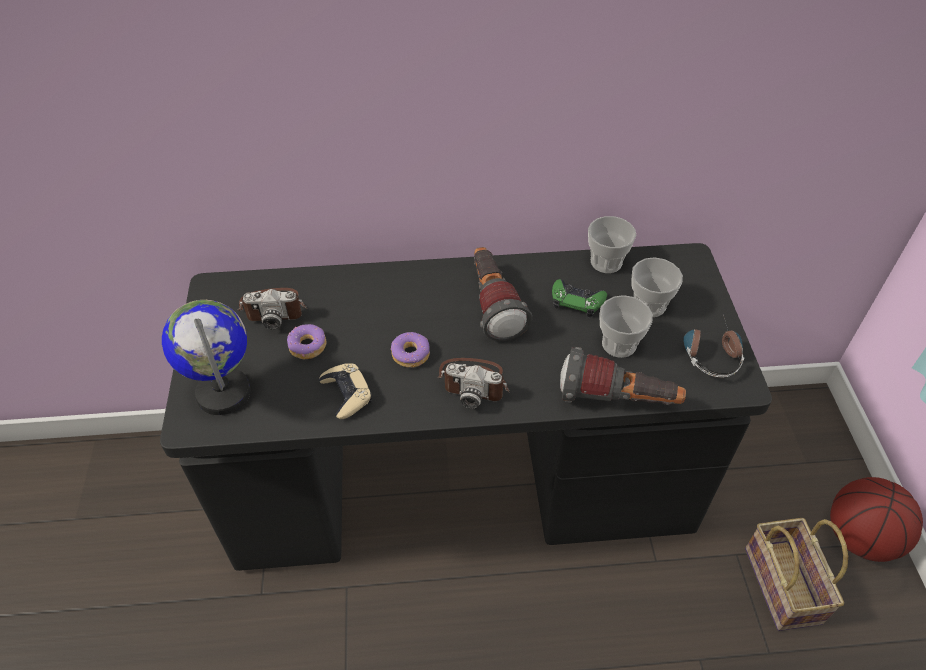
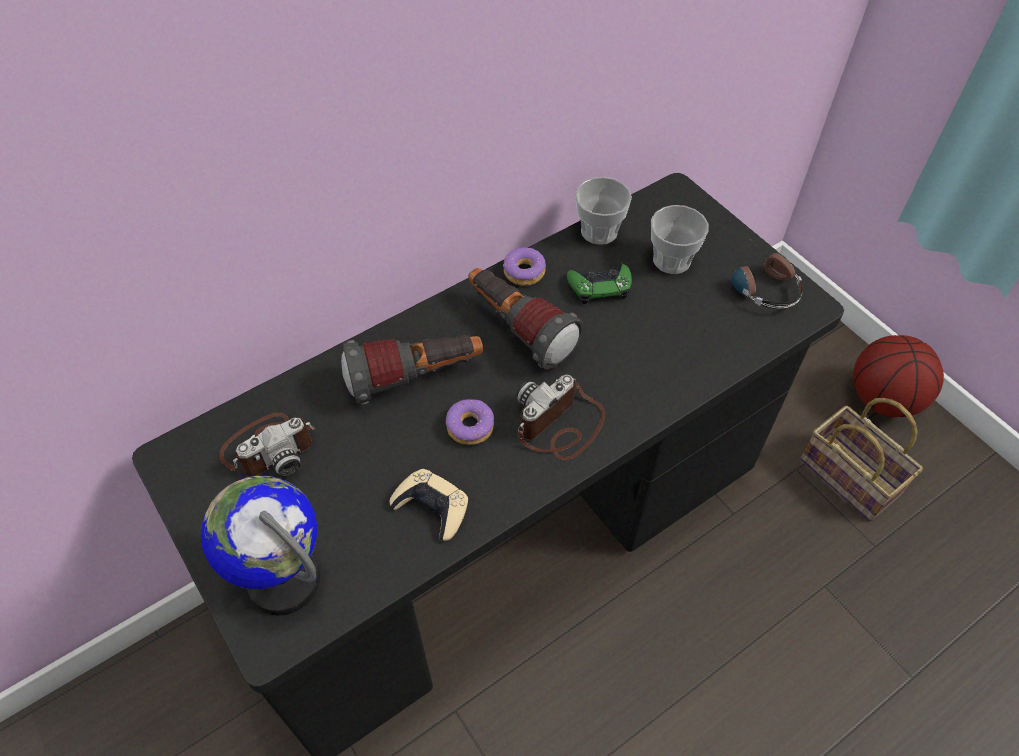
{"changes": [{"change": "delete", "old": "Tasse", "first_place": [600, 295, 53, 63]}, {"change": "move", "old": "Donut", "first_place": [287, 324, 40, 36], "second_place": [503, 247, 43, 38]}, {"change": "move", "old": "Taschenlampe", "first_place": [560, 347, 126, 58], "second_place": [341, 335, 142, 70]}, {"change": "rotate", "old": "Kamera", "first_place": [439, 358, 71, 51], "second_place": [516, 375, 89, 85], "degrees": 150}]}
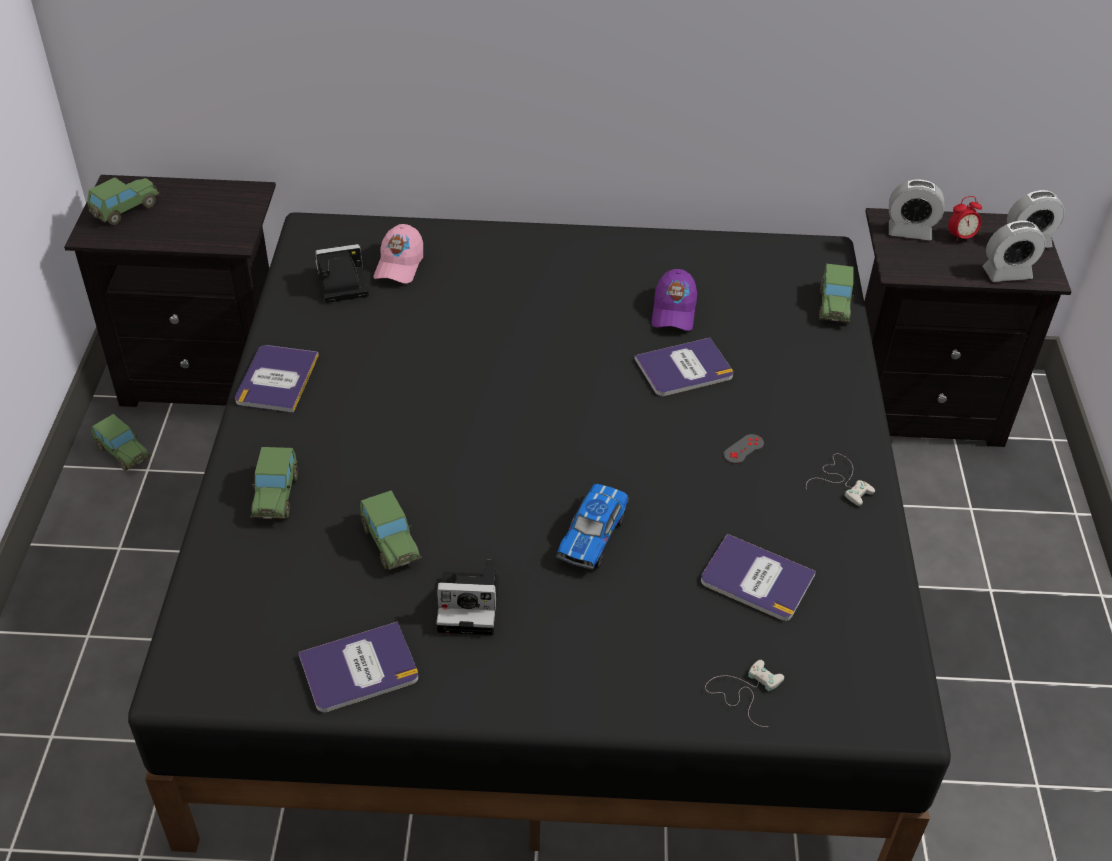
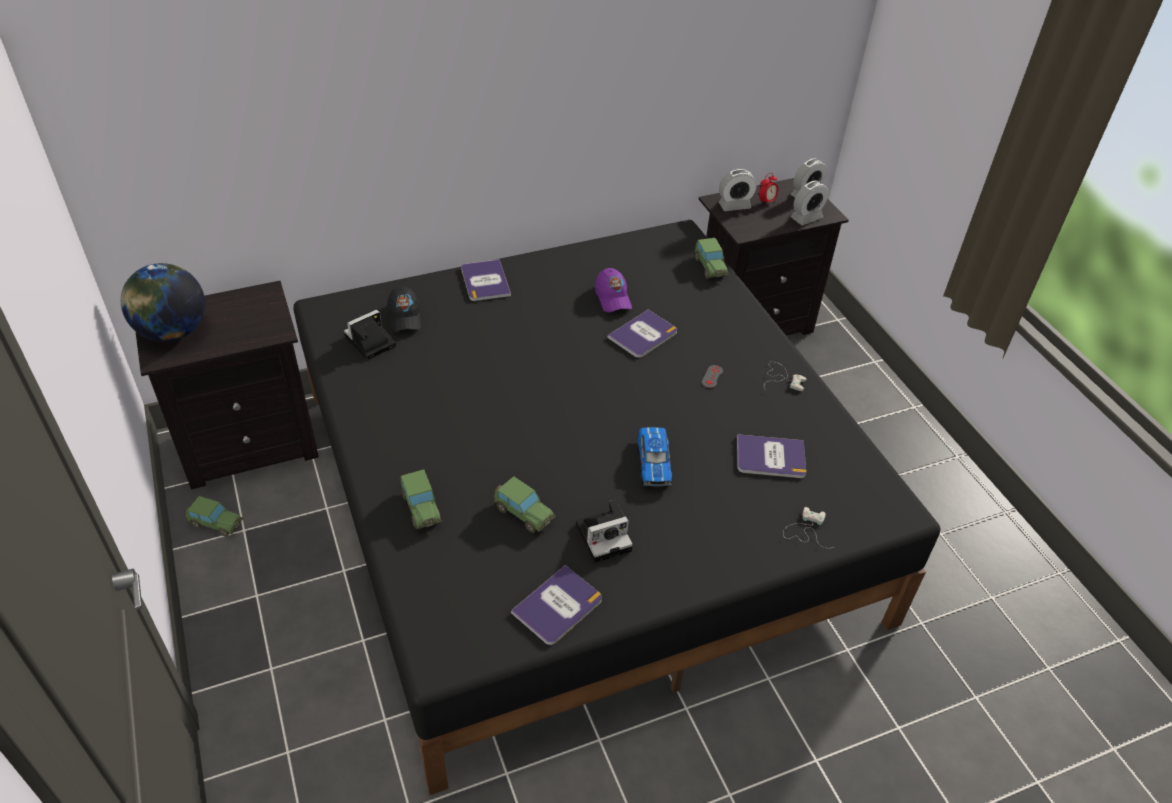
{"changes": [{"change": "move", "old": "Buch", "first_place": [235, 345, 84, 68], "second_place": [461, 259, 50, 42]}, {"change": "replace", "old": "Spielzeugauto", "new": "Globus", "first_place": [87, 177, 72, 48], "second_place": [121, 263, 84, 78]}, {"change": "recolor", "old": "Kappe/rosa", "new": "Kappe/schwarz", "first_place": [373, 224, 50, 60], "second_place": [387, 286, 34, 46]}]}
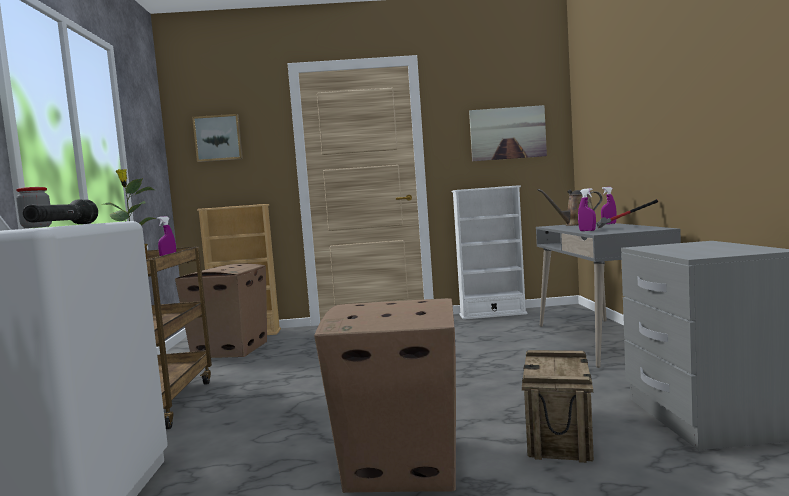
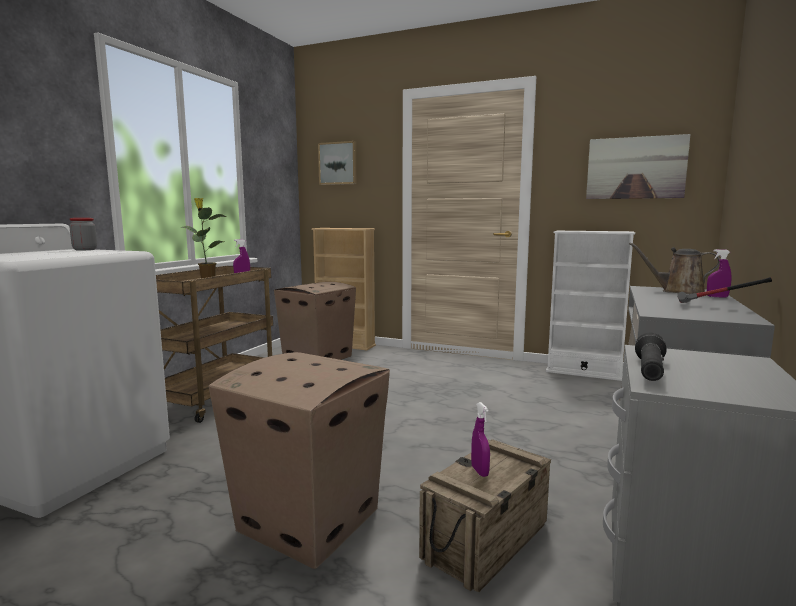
{"changes": [{"change": "move", "old": "Taschenlampe/schwarz", "first_place": [23, 199, 75, 25], "second_place": [635, 333, 32, 48]}, {"change": "move", "old": "Sprühflasche/lila", "first_place": [578, 188, 18, 43], "second_place": [471, 402, 19, 75]}]}
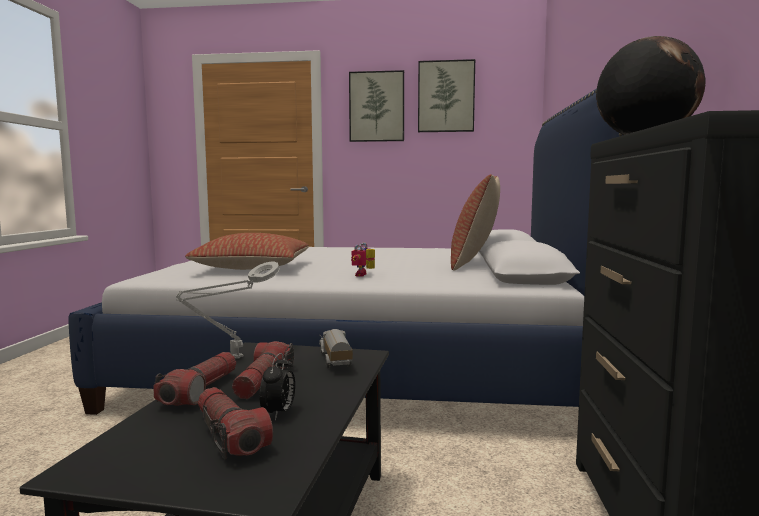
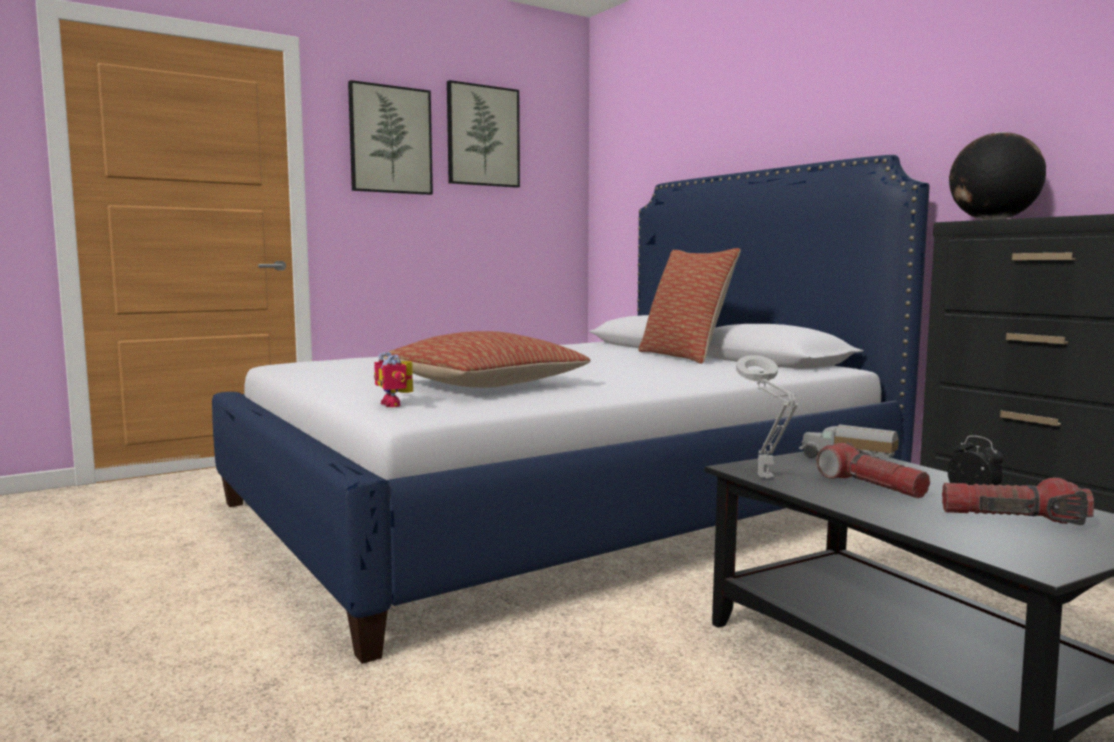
{"changes": [{"change": "delete", "old": "Taschenlampe", "first_place": [153, 352, 83, 54]}, {"change": "move", "old": "Spielzeugroboter", "first_place": [351, 242, 24, 35], "second_place": [374, 352, 39, 55]}]}
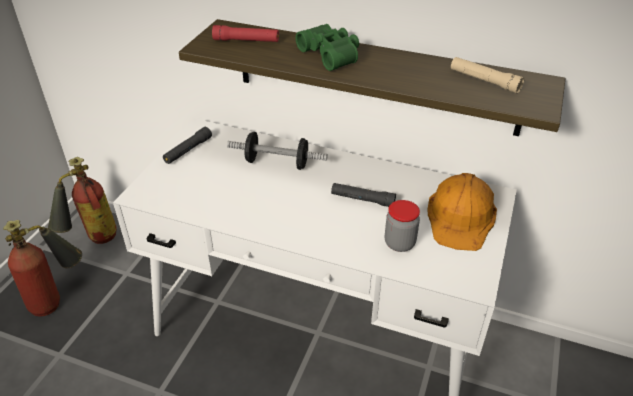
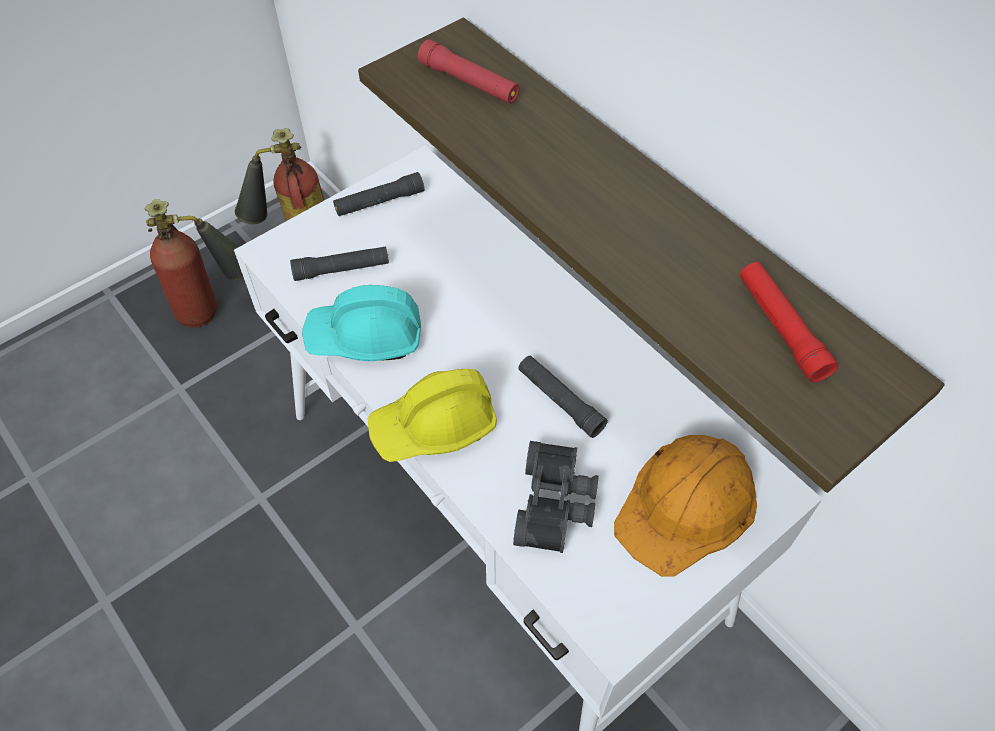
{"changes": [{"change": "delete", "old": "Hantel", "first_place": [227, 132, 101, 38]}, {"change": "delete", "old": "Fernglas/grün", "first_place": [295, 24, 64, 47]}, {"change": "insert", "new": "Taschenlampe/schwarz", "second_place": [290, 247, 99, 34]}, {"change": "insert", "new": "Schutzhelm/türkis", "second_place": [302, 285, 119, 76]}, {"change": "insert", "new": "Schutzhelm/gelb", "second_place": [368, 369, 129, 93]}, {"change": "replace", "old": "Vorratsglas", "new": "Fernglas/schwarz", "first_place": [385, 200, 35, 52], "second_place": [513, 441, 86, 112]}, {"change": "recolor", "old": "Taschenlampe/beige", "new": "Taschenlampe/rot", "first_place": [451, 57, 73, 36], "second_place": [740, 262, 98, 121]}]}
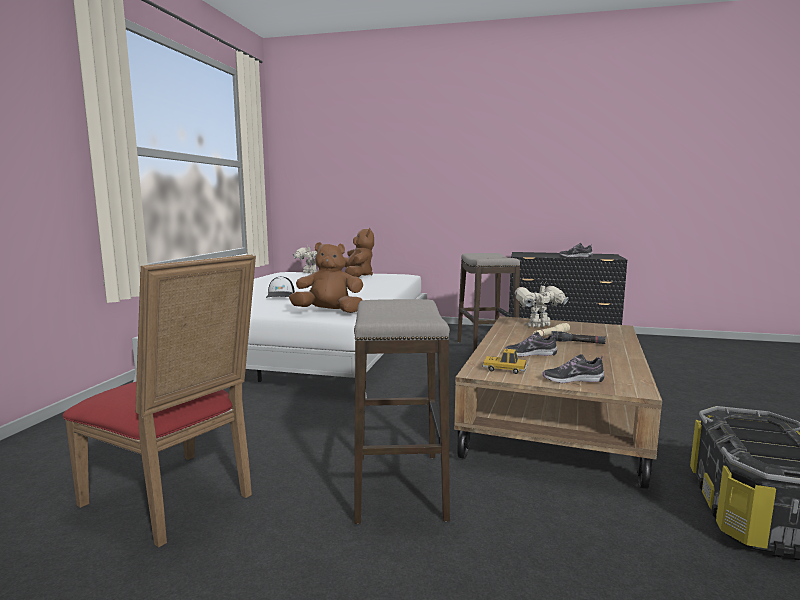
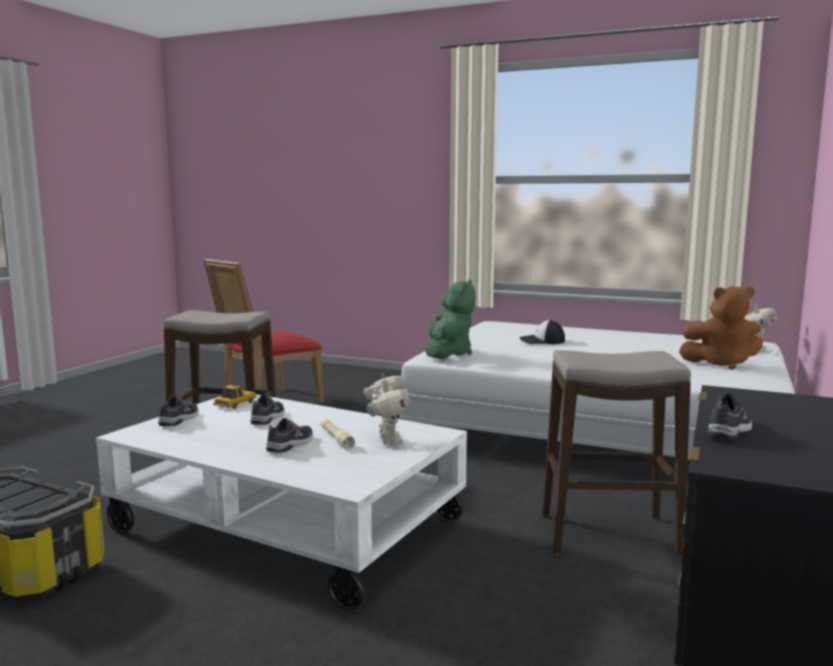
{"changes": [{"change": "replace", "old": "Taschenlampe/schwarz", "new": "Schuh", "first_place": [551, 331, 55, 13], "second_place": [266, 418, 47, 35]}, {"change": "recolor", "old": "Plüschtier/braun", "new": "Plüschtier/grün", "first_place": [289, 242, 74, 71], "second_place": [424, 279, 51, 80]}, {"change": "recolor", "old": "Couchtisch/braun", "new": "Couchtisch/weiß", "first_place": [454, 316, 208, 173], "second_place": [96, 394, 371, 216]}]}
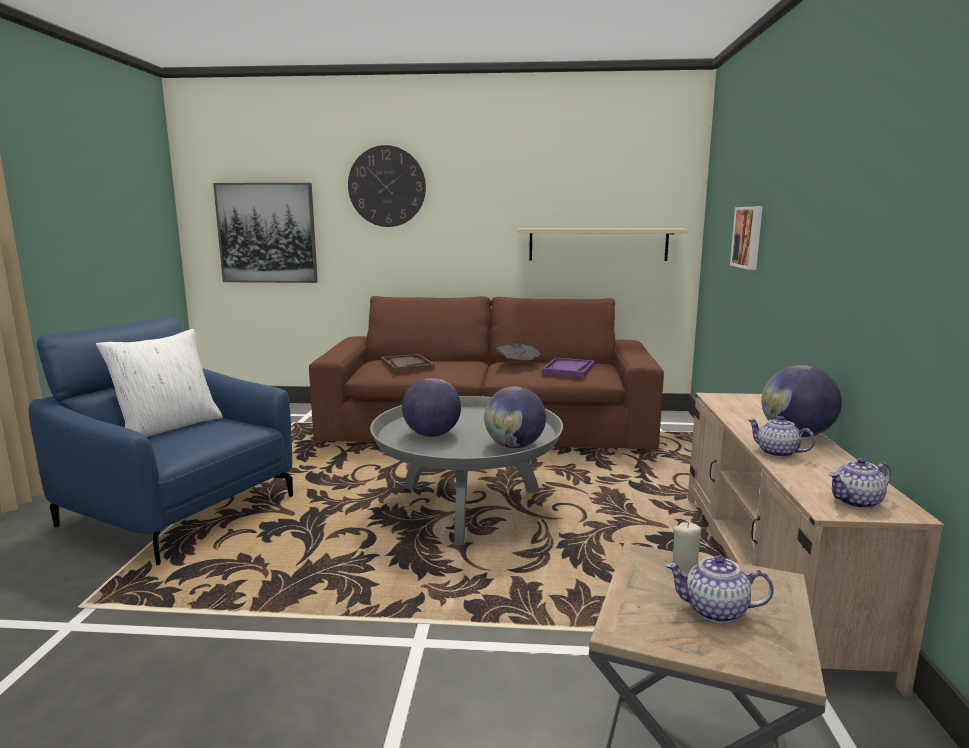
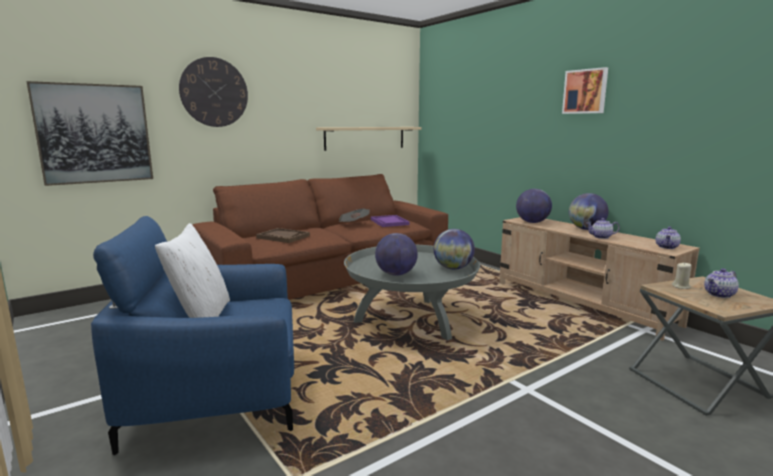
{"changes": [{"change": "insert", "new": "Globus", "second_place": [516, 189, 36, 34]}, {"change": "move", "old": "Bild", "first_place": [730, 206, 33, 64], "second_place": [562, 67, 46, 47]}]}
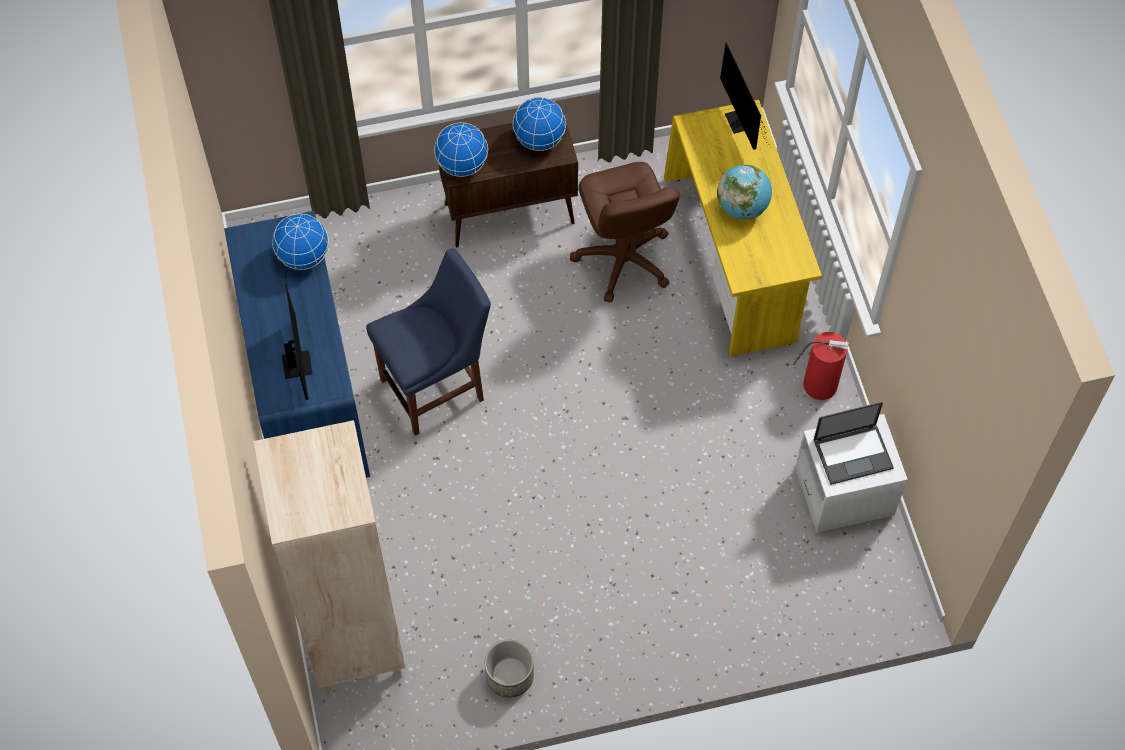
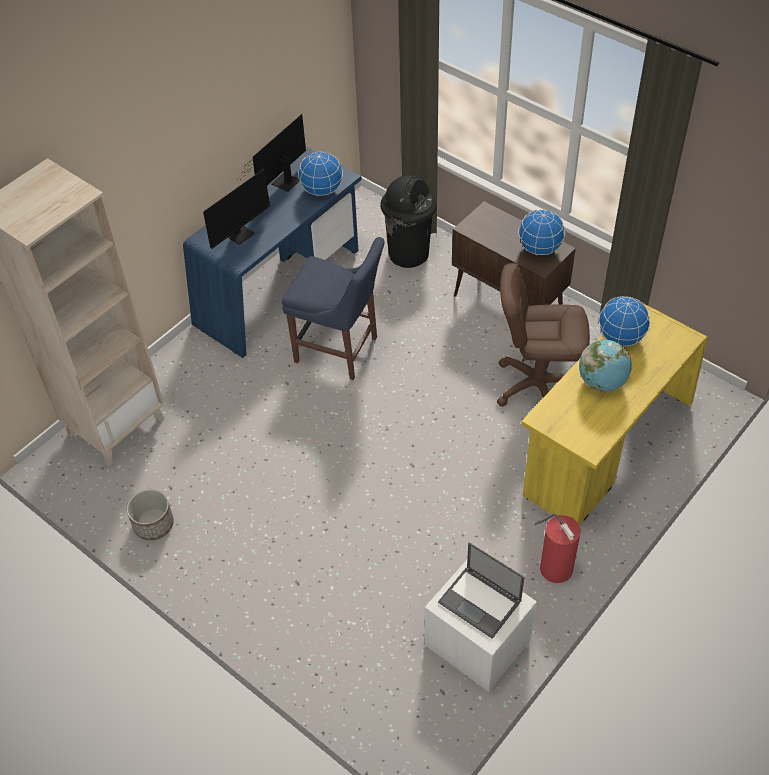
{"changes": [{"change": "insert", "new": "Mülleimer/schwarz", "second_place": [380, 175, 57, 93]}, {"change": "move", "old": "Globus", "first_place": [434, 123, 54, 54], "second_place": [599, 296, 51, 50]}, {"change": "move", "old": "Monitor", "first_place": [720, 42, 50, 108], "second_place": [238, 114, 68, 78]}, {"change": "rotate", "old": "Bürostuhl/braun", "first_place": [570, 162, 110, 141], "second_place": [497, 263, 93, 144], "degrees": 60}]}
